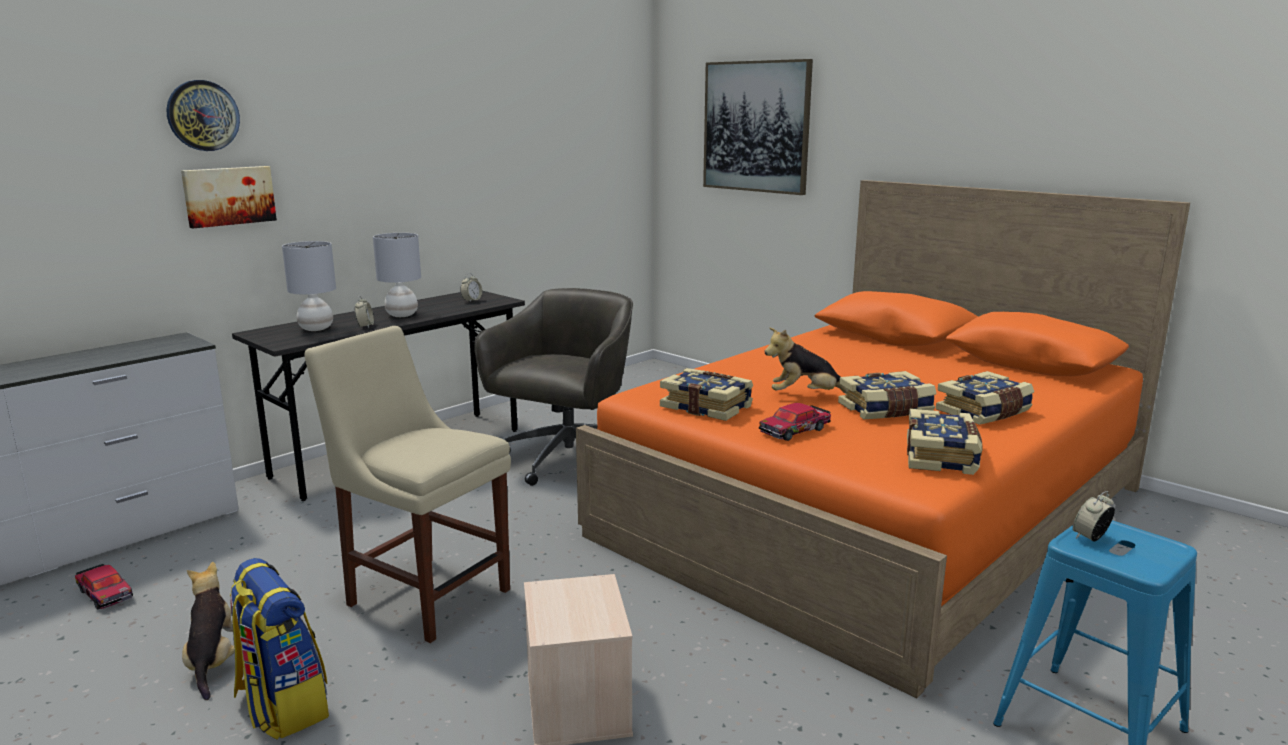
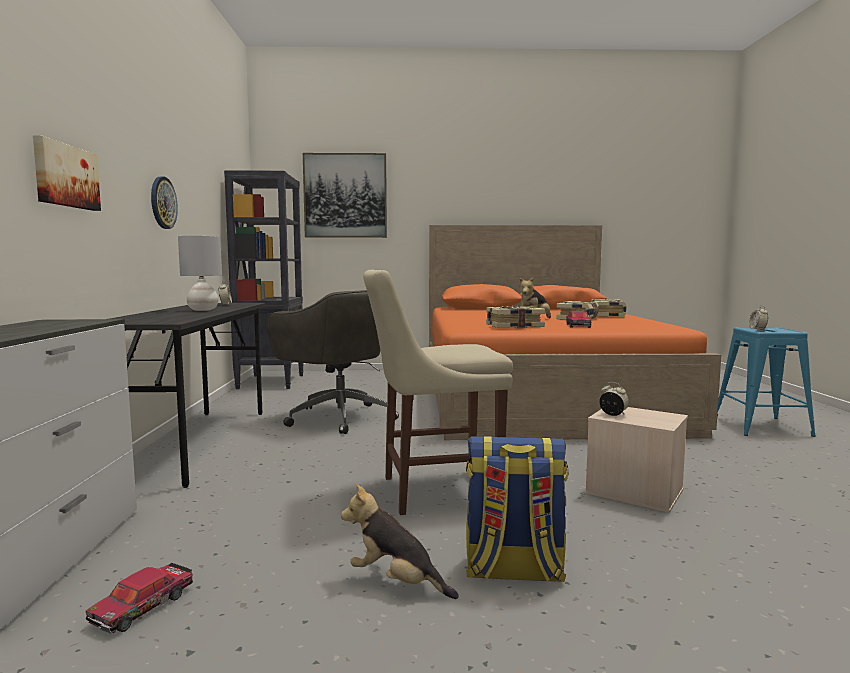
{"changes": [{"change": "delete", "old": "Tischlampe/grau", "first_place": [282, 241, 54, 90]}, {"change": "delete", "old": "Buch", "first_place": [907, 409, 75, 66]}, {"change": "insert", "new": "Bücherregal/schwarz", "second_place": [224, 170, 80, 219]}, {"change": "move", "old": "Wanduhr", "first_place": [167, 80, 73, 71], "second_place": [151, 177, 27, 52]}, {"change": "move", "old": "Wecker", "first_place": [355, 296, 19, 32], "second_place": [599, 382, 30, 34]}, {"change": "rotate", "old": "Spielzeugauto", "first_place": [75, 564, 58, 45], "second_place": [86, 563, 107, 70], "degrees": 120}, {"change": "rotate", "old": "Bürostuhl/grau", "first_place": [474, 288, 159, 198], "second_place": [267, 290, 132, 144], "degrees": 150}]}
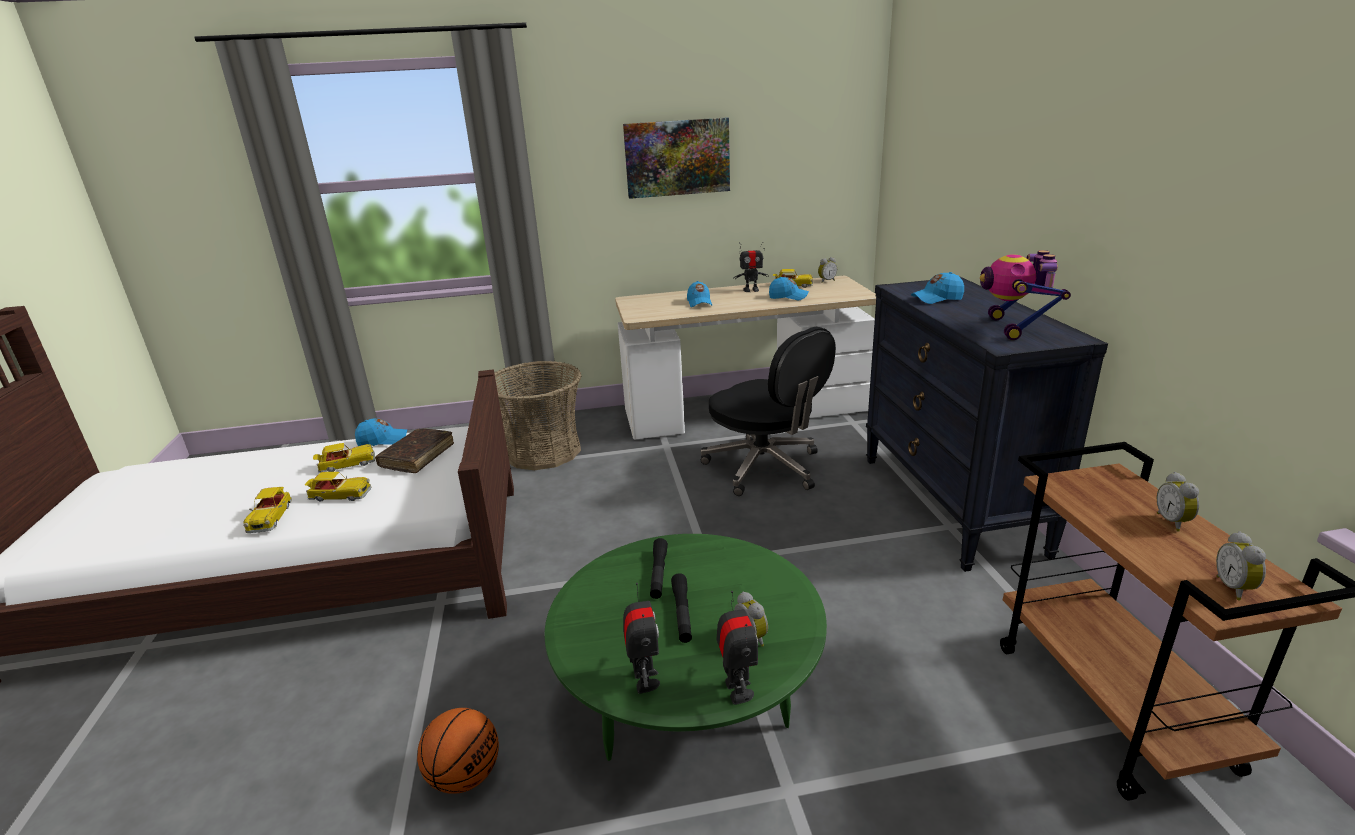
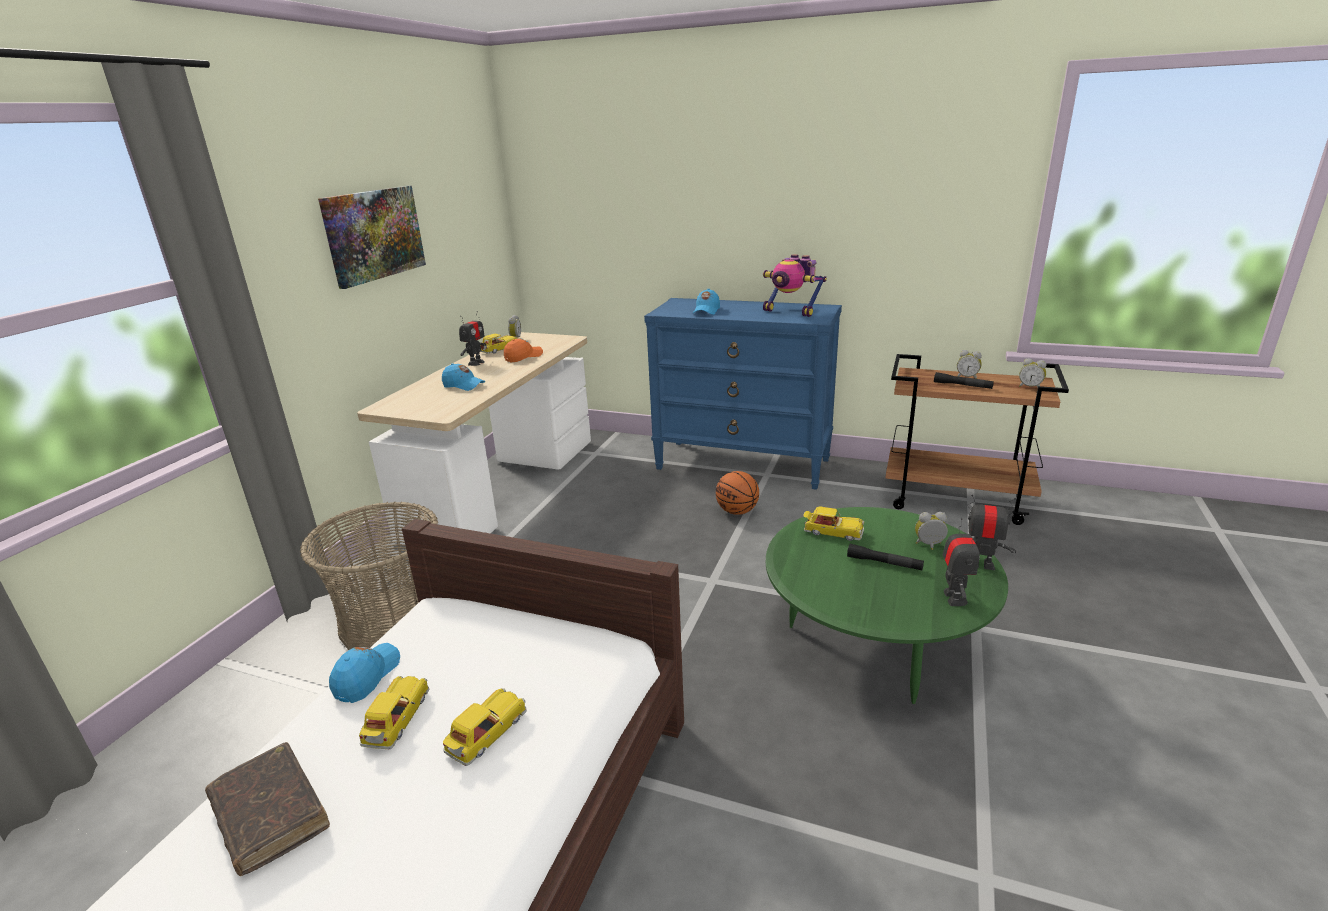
{"changes": [{"change": "delete", "old": "Bürostuhl/schwarz", "first_place": [701, 327, 135, 169]}, {"change": "move", "old": "Spielzeugauto", "first_place": [243, 487, 49, 46], "second_place": [803, 506, 61, 35]}, {"change": "move", "old": "Buch/braun", "first_place": [375, 428, 79, 45], "second_place": [205, 742, 125, 134]}, {"change": "move", "old": "Basketball", "first_place": [417, 708, 82, 86], "second_place": [716, 471, 43, 44]}, {"change": "move", "old": "Taschenlampe/schwarz", "first_place": [650, 538, 18, 61], "second_place": [934, 372, 60, 17]}, {"change": "recolor", "old": "Kappe/blau", "new": "Kappe/orange", "first_place": [769, 277, 40, 23], "second_place": [504, 339, 39, 23]}, {"change": "recolor", "old": "Kommode/schwarz", "new": "Kommode/blau", "first_place": [866, 277, 242, 295], "second_place": [644, 298, 198, 192]}, {"change": "rotate", "old": "Spielzeugroboter", "first_place": [623, 583, 37, 111], "second_place": [943, 518, 37, 88], "degrees": 75}]}
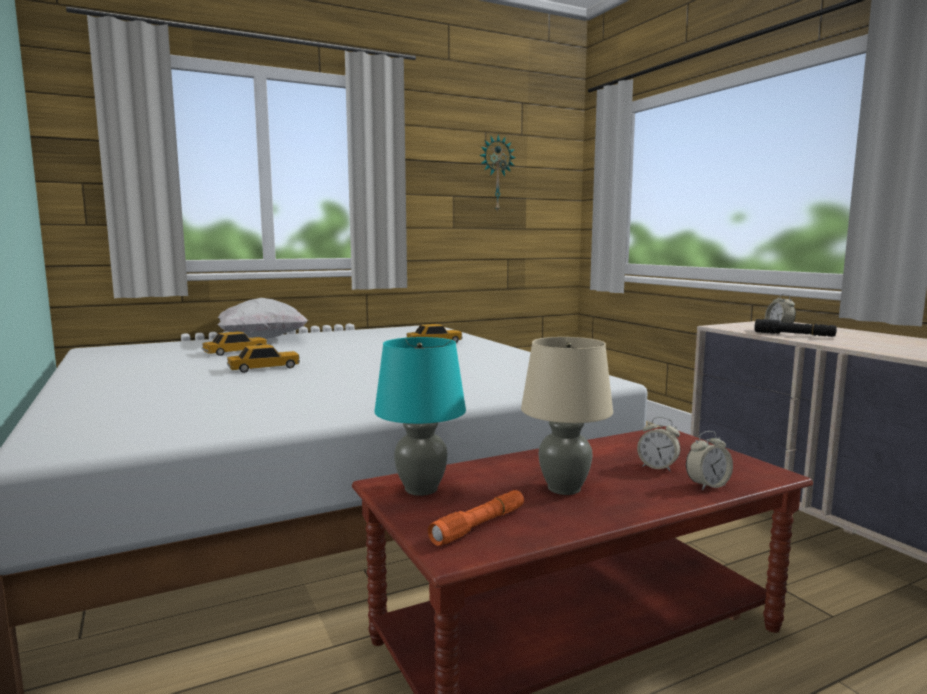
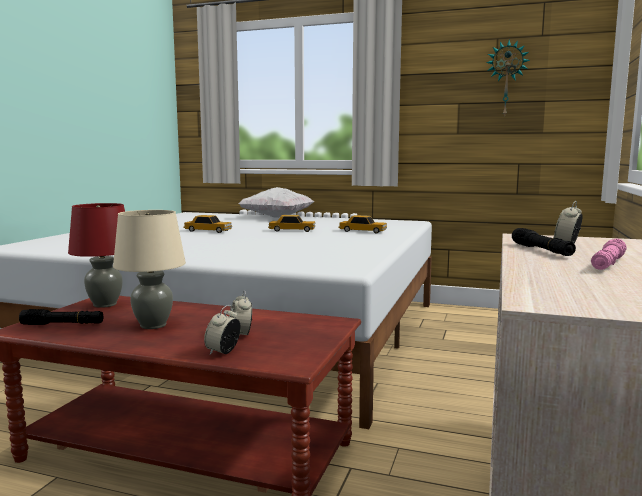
{"changes": [{"change": "insert", "new": "Taschenlampe/rosa", "second_place": [591, 239, 35, 31]}, {"change": "move", "old": "Spielzeugauto", "first_place": [202, 331, 65, 25], "second_place": [268, 215, 47, 17]}, {"change": "recolor", "old": "Tischlampe/türkis", "new": "Tischlampe/rot", "first_place": [374, 337, 92, 159], "second_place": [68, 203, 57, 105]}, {"change": "recolor", "old": "Taschenlampe/orange", "new": "Taschenlampe/schwarz", "first_place": [428, 490, 96, 56], "second_place": [19, 309, 84, 16]}, {"change": "rotate", "old": "Wecker", "first_place": [686, 431, 47, 59], "second_place": [204, 305, 37, 50], "degrees": 90}]}
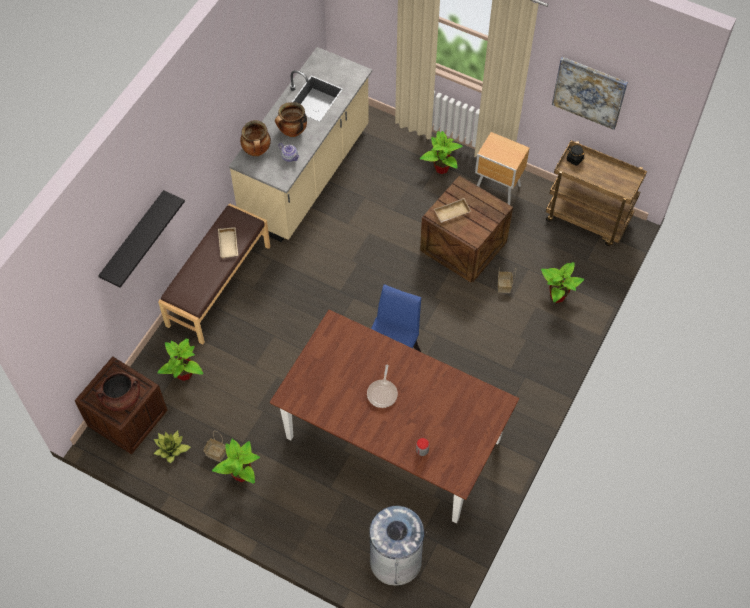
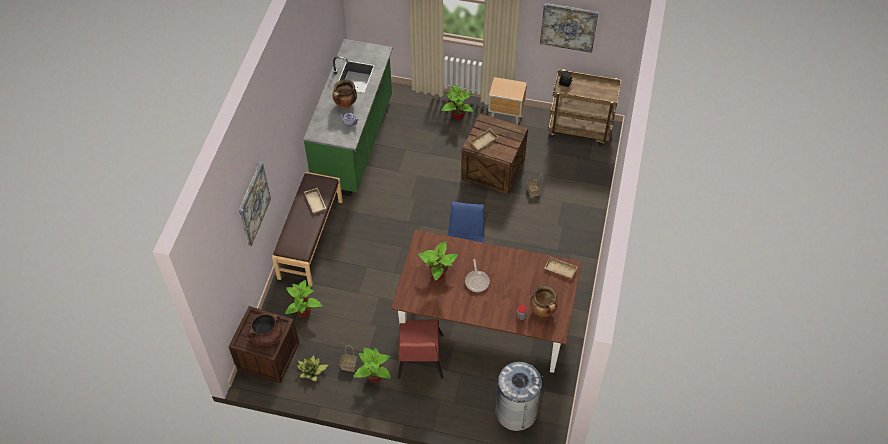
{"changes": [{"change": "insert", "new": "Stuhl/rot", "second_place": [398, 319, 45, 60]}, {"change": "insert", "new": "Tablett/beige", "second_place": [544, 256, 34, 23]}, {"change": "move", "old": "Kochtopf", "first_place": [240, 120, 31, 36], "second_place": [530, 286, 28, 31]}, {"change": "move", "old": "Topfpflanze", "first_place": [541, 262, 43, 41], "second_place": [418, 241, 40, 40]}, {"change": "replace", "old": "Wandregal/schwarz", "new": "Bild", "first_place": [98, 190, 87, 98], "second_place": [239, 162, 32, 84]}, {"change": "recolor", "old": "Küchenzeile/beige", "new": "Küchenzeile/grün", "first_place": [229, 47, 143, 195], "second_place": [303, 39, 90, 157]}]}
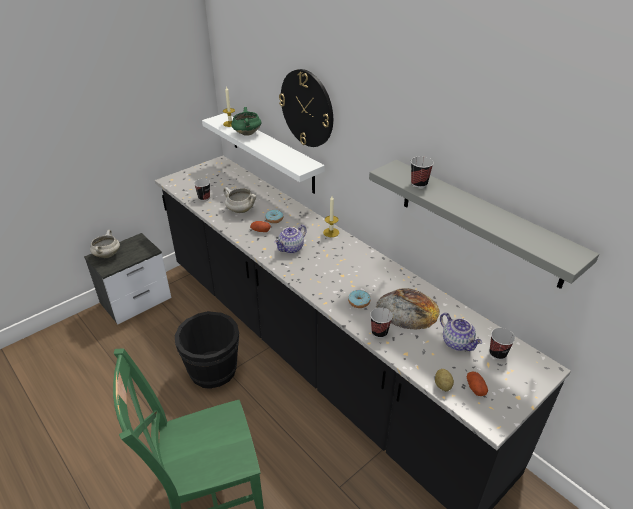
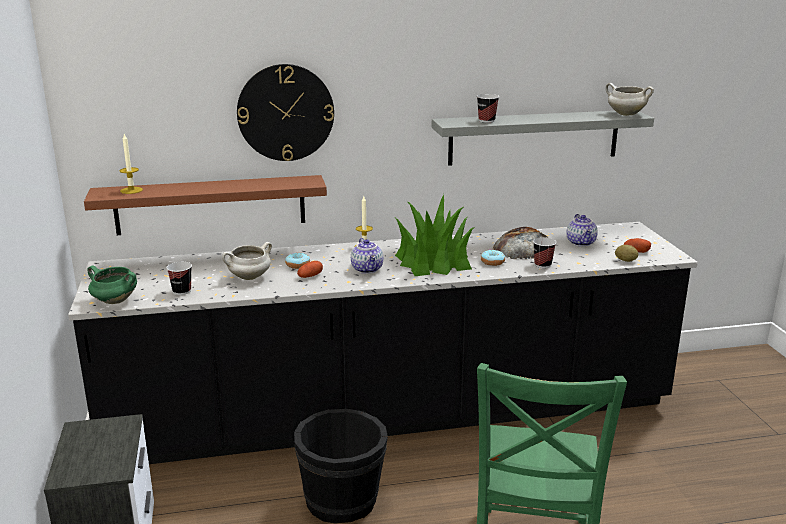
{"changes": [{"change": "delete", "old": "Tasse", "first_place": [489, 328, 26, 32]}, {"change": "insert", "new": "Topfpflanze", "second_place": [395, 194, 79, 82]}, {"change": "move", "old": "Kochtopf/weiß", "first_place": [90, 230, 30, 28], "second_place": [605, 83, 49, 33]}, {"change": "move", "old": "Kochtopf/grün", "first_place": [231, 107, 31, 29], "second_place": [87, 265, 50, 39]}, {"change": "recolor", "old": "Wandregal/weiß", "new": "Wandregal/braun", "first_place": [202, 113, 123, 81], "second_place": [84, 175, 243, 60]}, {"change": "rotate", "old": "Teekanne", "first_place": [440, 313, 42, 38], "second_place": [567, 214, 31, 33], "degrees": 90}]}
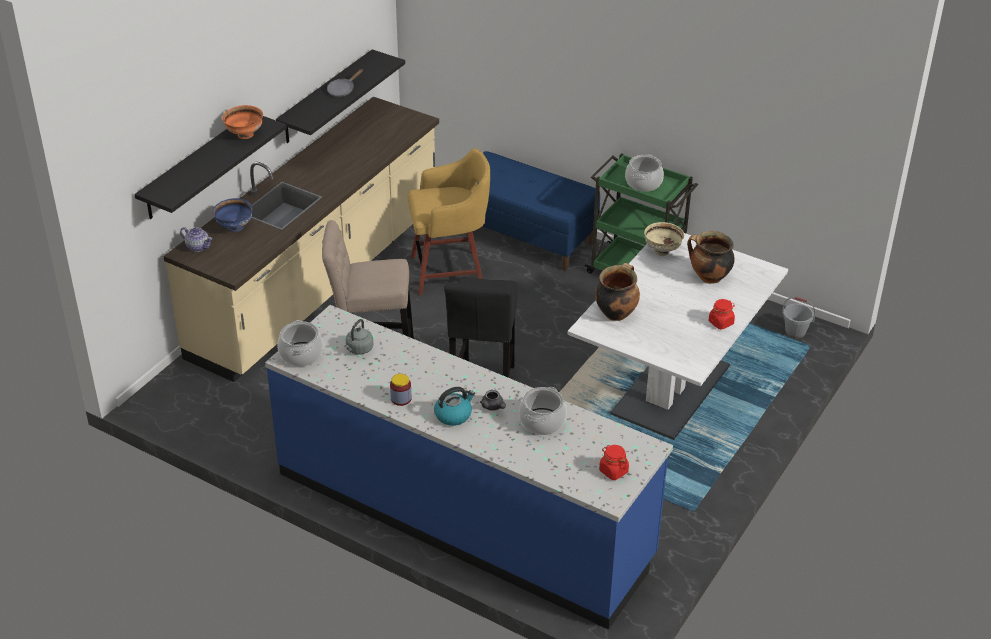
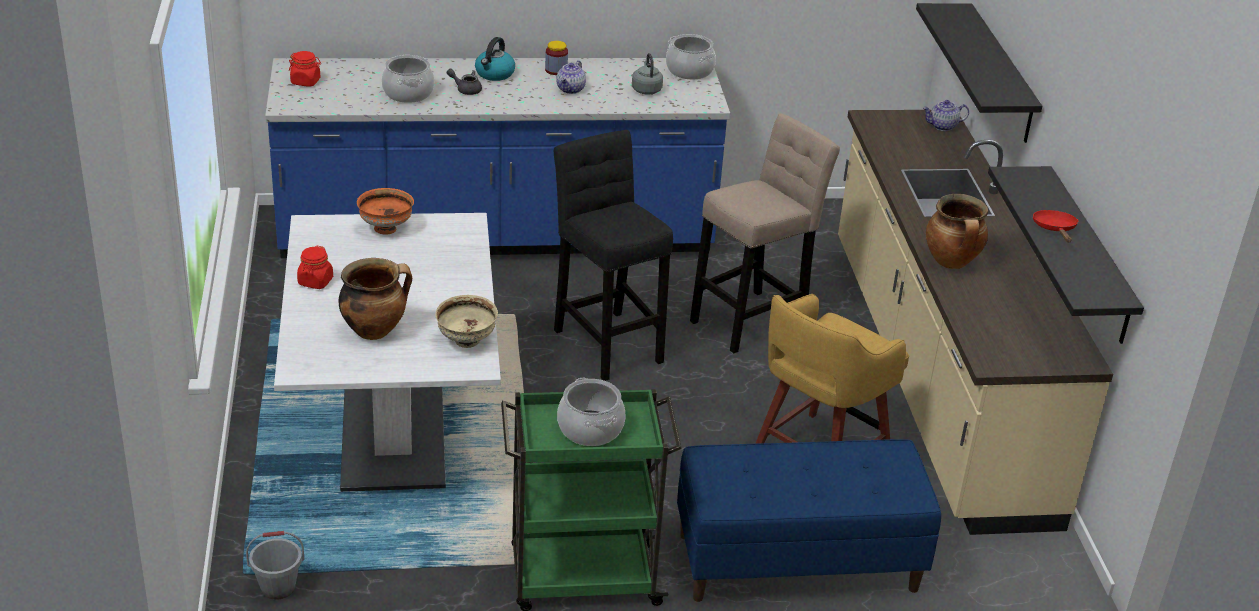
{"changes": [{"change": "delete", "old": "Schüssel/blau", "first_place": [212, 198, 41, 34]}, {"change": "insert", "new": "Teekanne", "second_place": [556, 60, 30, 34]}, {"change": "move", "old": "Schüssel/orange", "first_place": [222, 105, 41, 34], "second_place": [357, 188, 57, 47]}, {"change": "move", "old": "Kochtopf", "first_place": [595, 263, 45, 58], "second_place": [926, 194, 62, 75]}, {"change": "recolor", "old": "Pfanne/grau", "new": "Pfanne/rot", "first_place": [327, 69, 36, 28], "second_place": [1033, 210, 46, 32]}]}
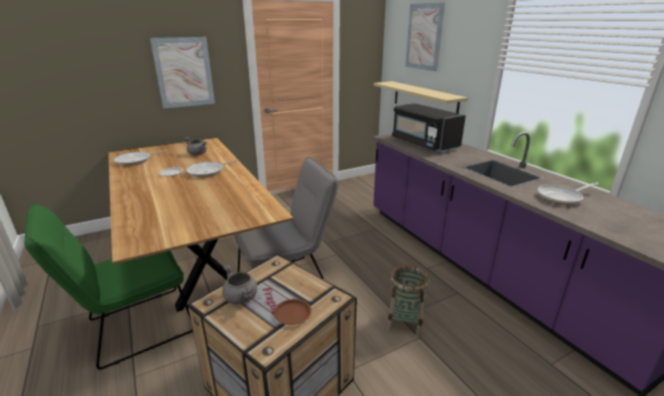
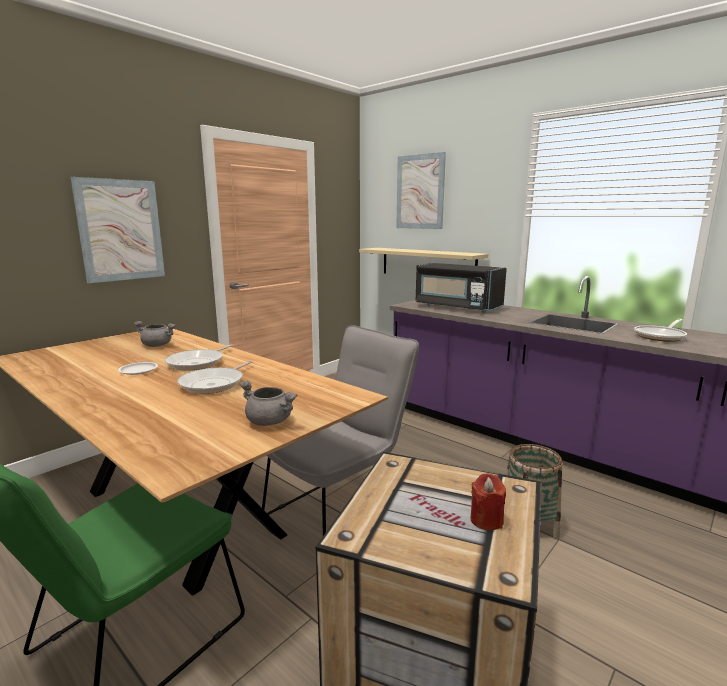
{"changes": [{"change": "move", "old": "Pfanne", "first_place": [114, 150, 53, 16], "second_place": [177, 360, 76, 34]}, {"change": "move", "old": "Kochtopf/grau", "first_place": [222, 265, 35, 39], "second_place": [239, 381, 58, 45]}, {"change": "replace", "old": "Teller/braun", "new": "Kerze/rot", "first_place": [274, 299, 38, 26], "second_place": [470, 473, 36, 57]}]}
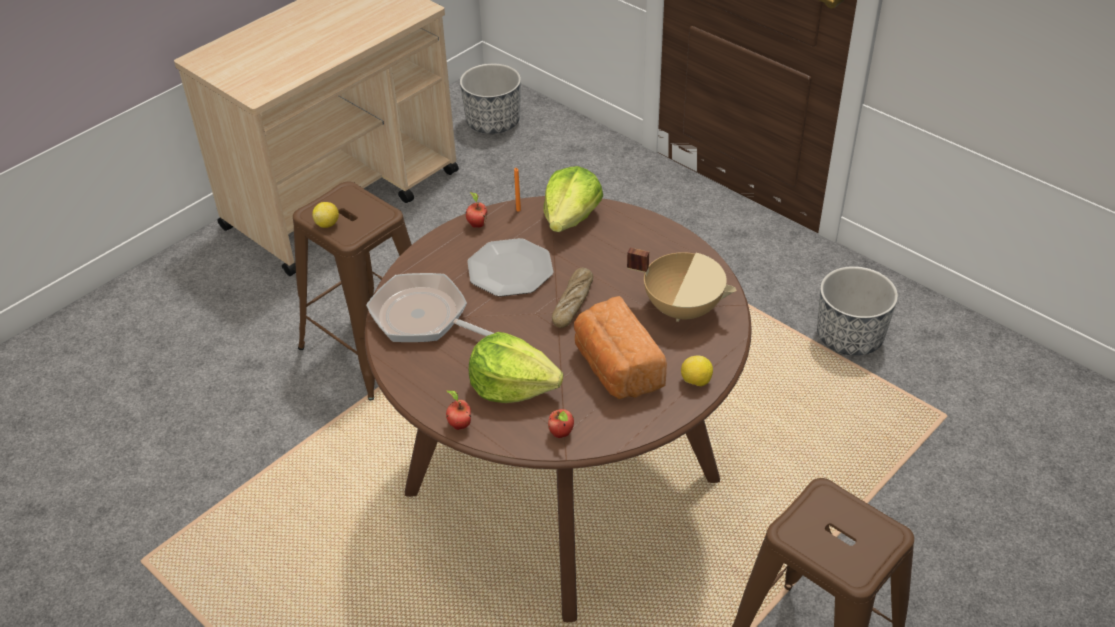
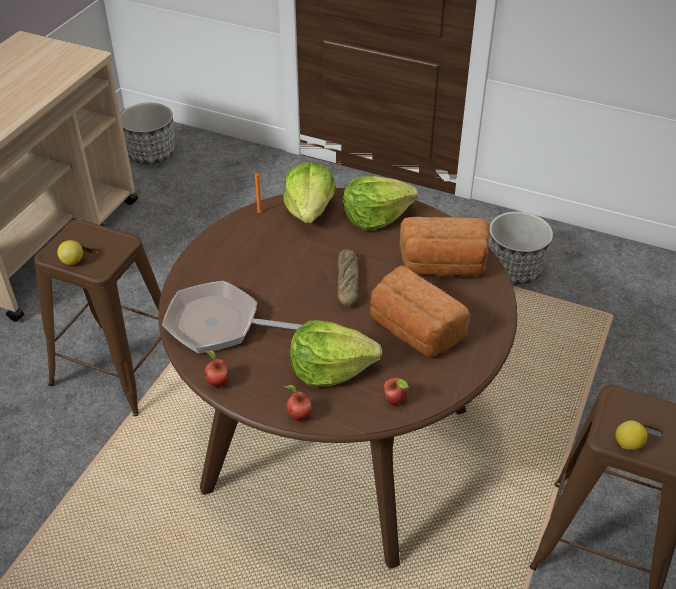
{"changes": [{"change": "delete", "old": "Teller", "first_place": [467, 238, 87, 59]}, {"change": "insert", "new": "Salatkopf", "second_place": [343, 176, 75, 55]}, {"change": "move", "old": "Apfel", "first_place": [466, 192, 21, 36], "second_place": [205, 350, 23, 37]}, {"change": "move", "old": "Zitrone", "first_place": [681, 356, 32, 30], "second_place": [616, 421, 31, 29]}, {"change": "replace", "old": "Kochtopf/beige", "new": "Brot", "first_place": [627, 248, 109, 74], "second_place": [400, 217, 89, 60]}]}
